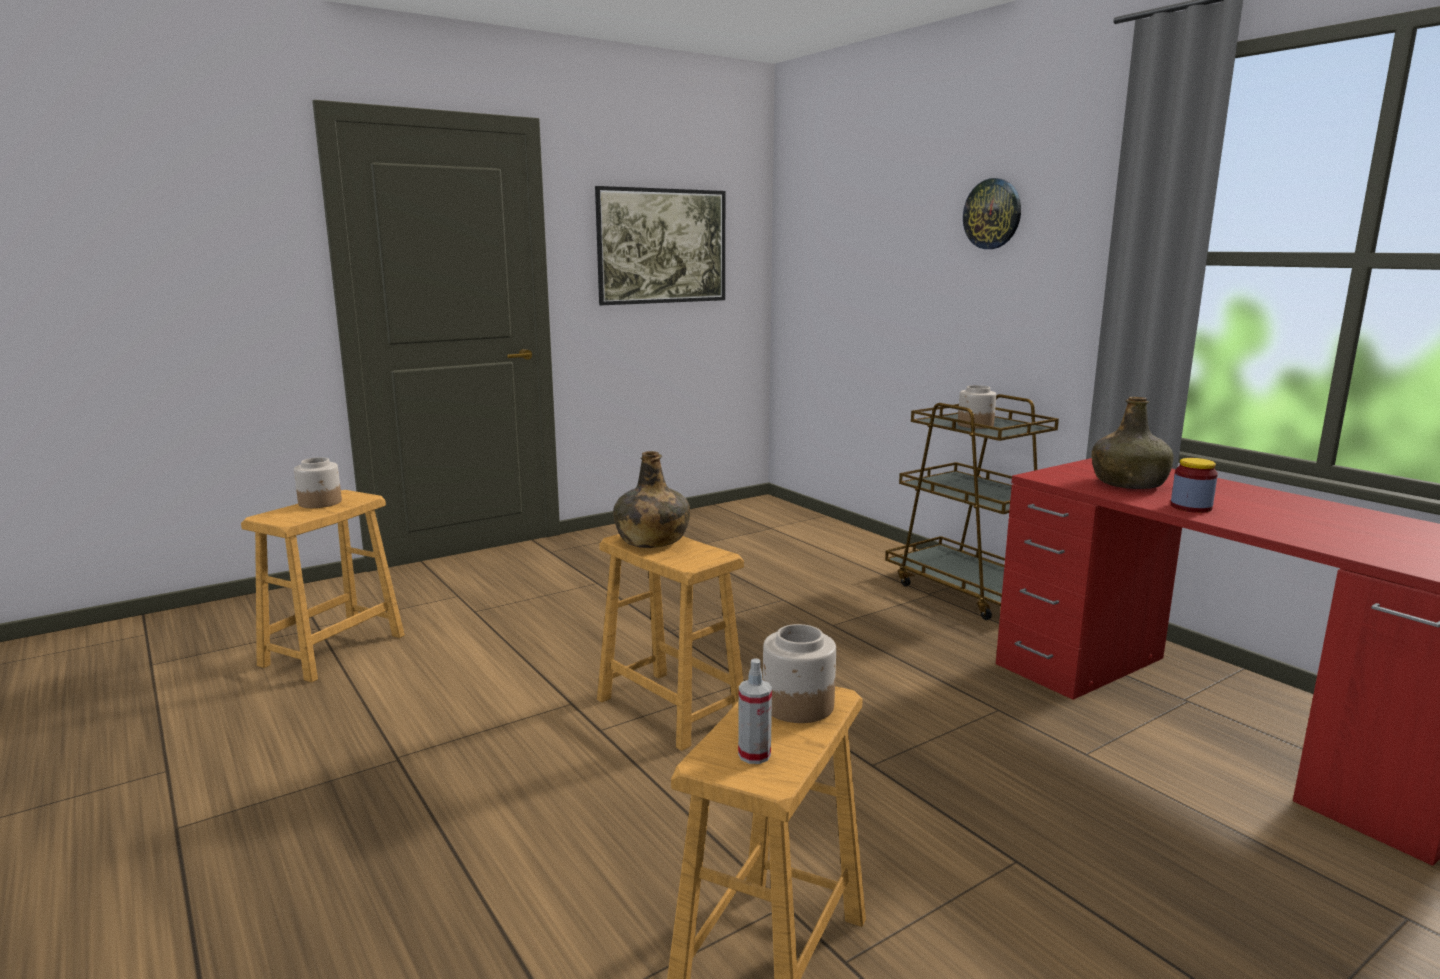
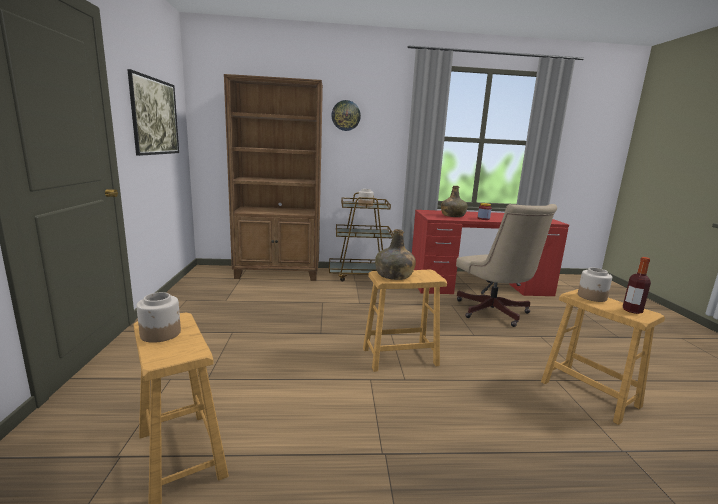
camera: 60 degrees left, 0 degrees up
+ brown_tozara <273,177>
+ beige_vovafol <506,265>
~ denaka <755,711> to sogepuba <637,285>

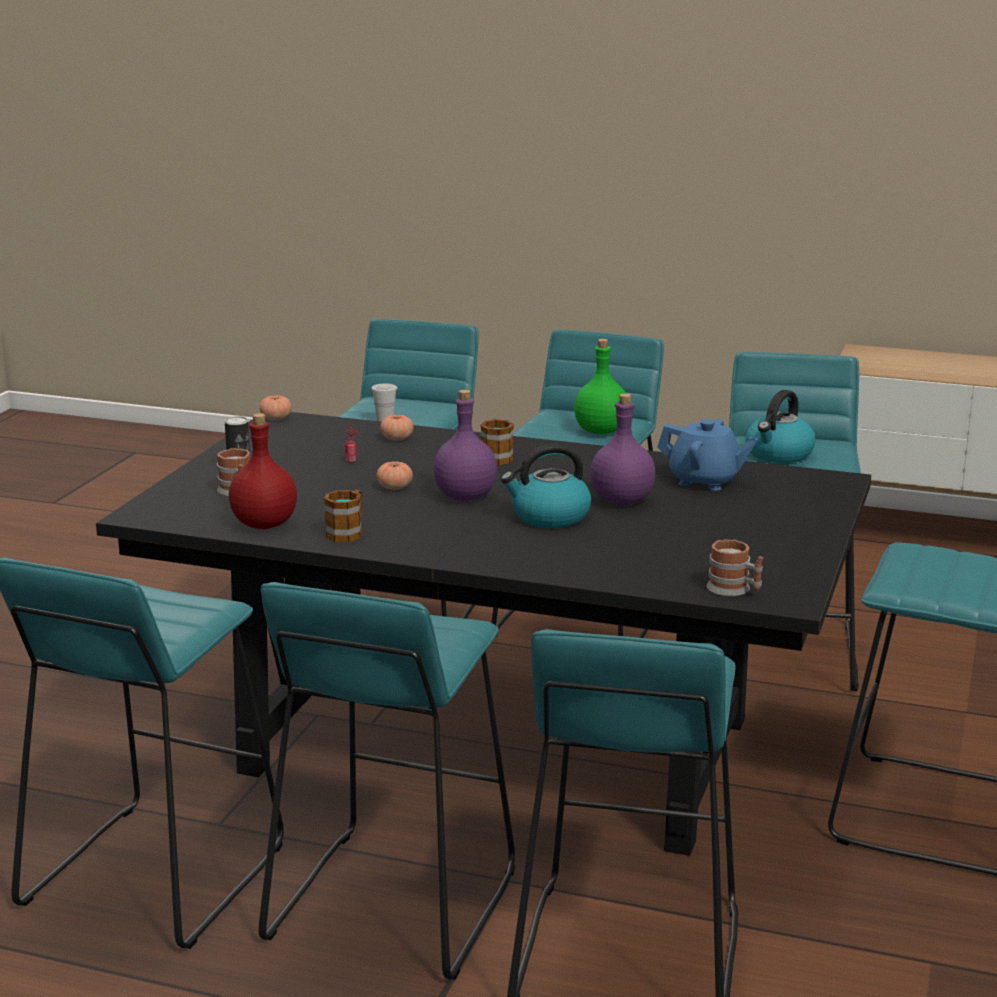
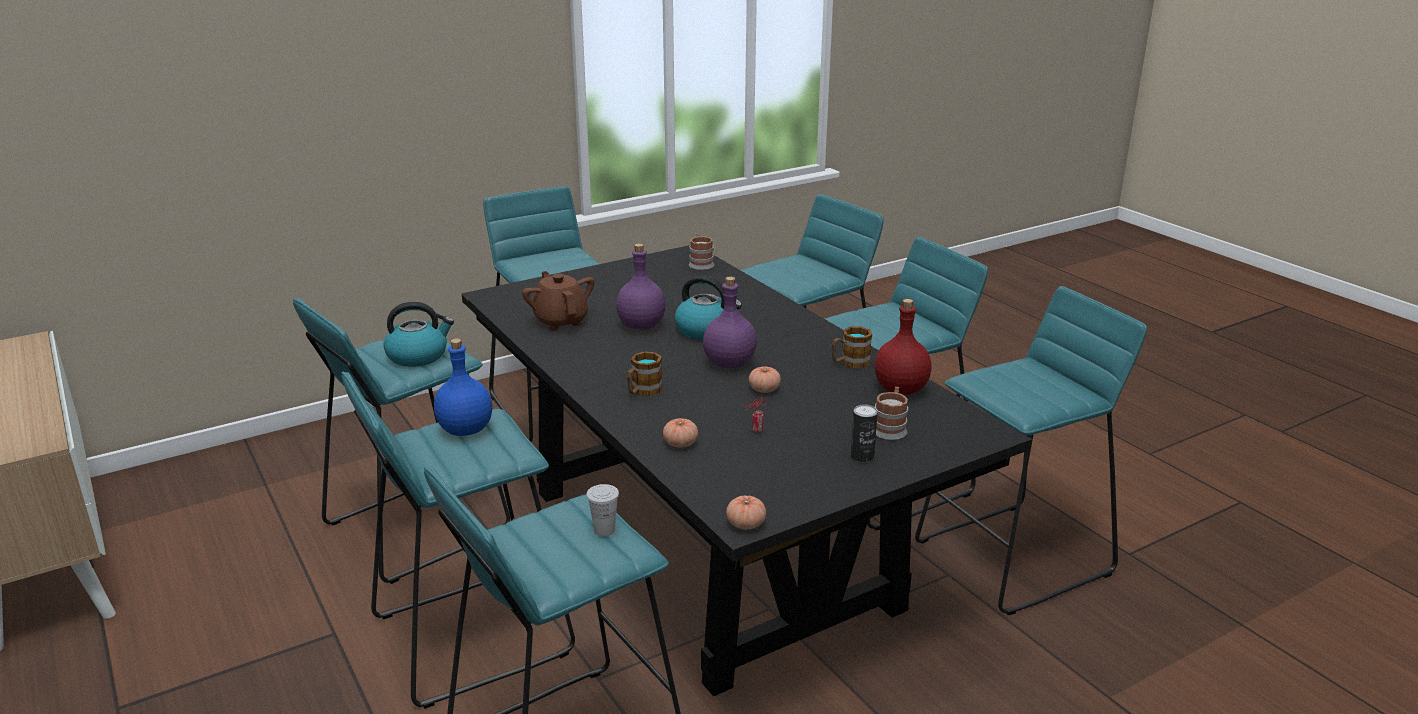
camera: 140 degrees left, 5 degrees up
~ green_sogepuba <600,387> to blue_sogepuba <463,387>
~ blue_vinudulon <708,455> to brown_vinudulon <558,301>

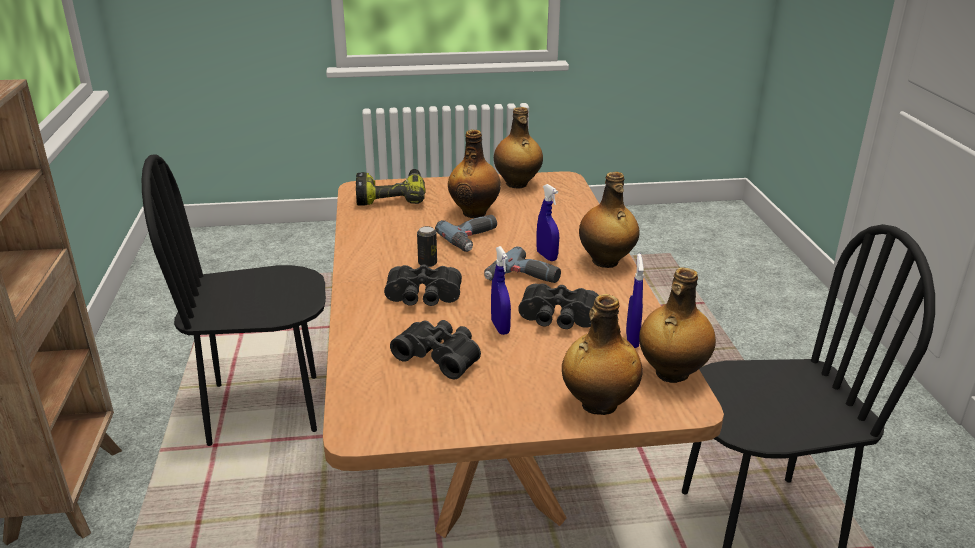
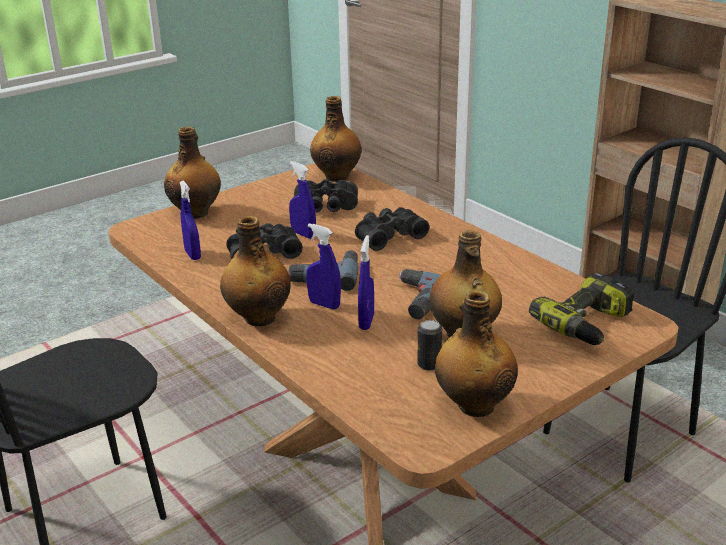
camera: 150 degrees right, 0 degrees up
~ sogepuba <677,325> to <335,139>
+ blue_denaka <366,282>
~ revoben <427,246> to <429,345>

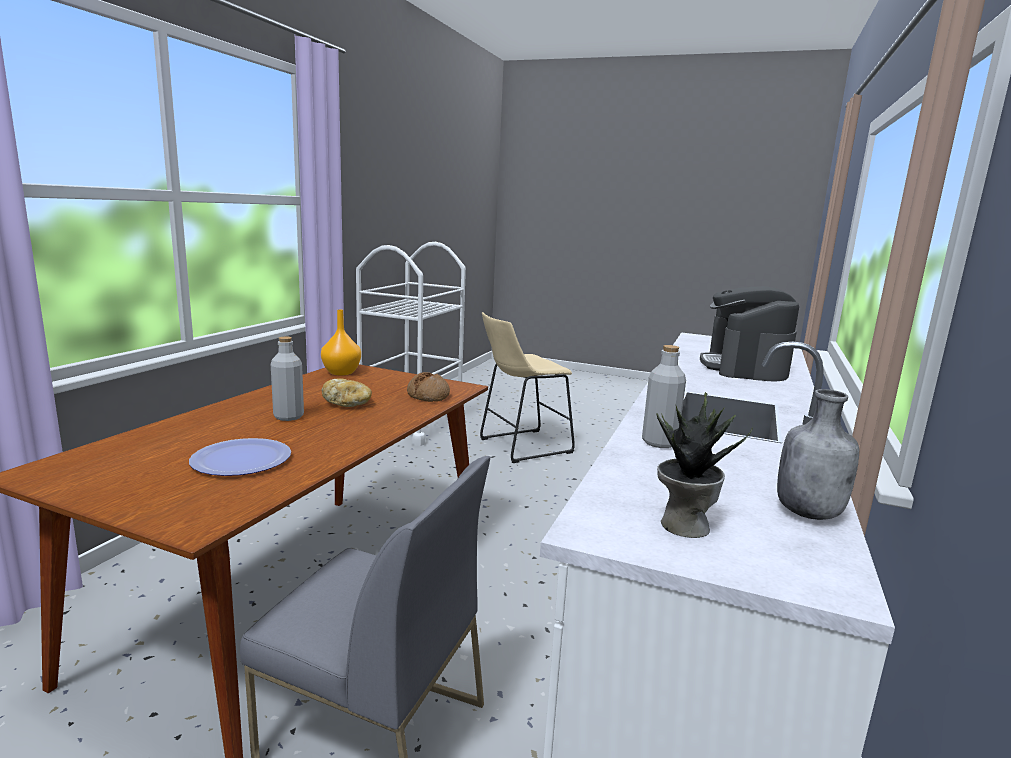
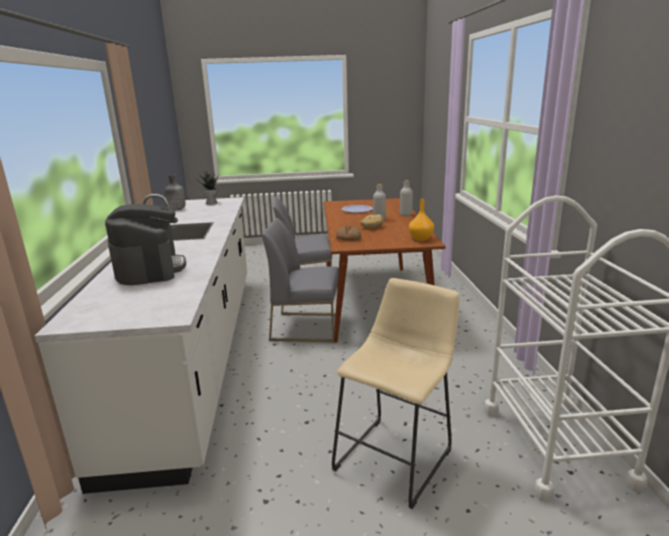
camera: 155 degrees right, 5 degrees up
+ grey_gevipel <300,280>
~ grey_sogepuba <664,396> to <406,198>

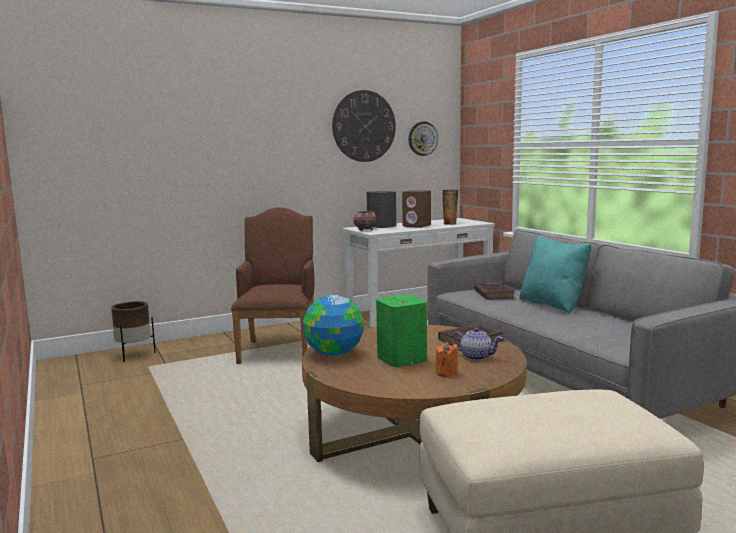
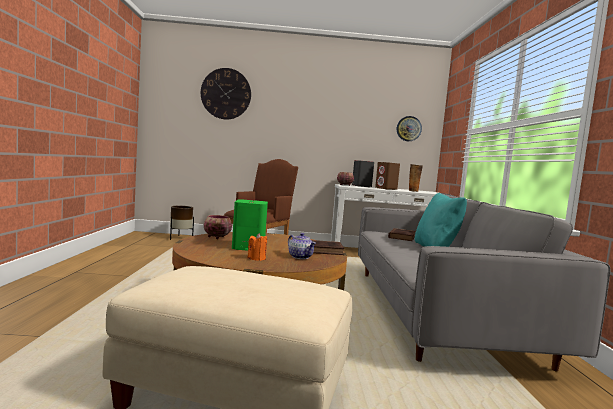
camera: 25 degrees right, 5 degrees down
~ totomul <364,126> to <226,93>
~ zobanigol <333,325> to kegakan <218,227>

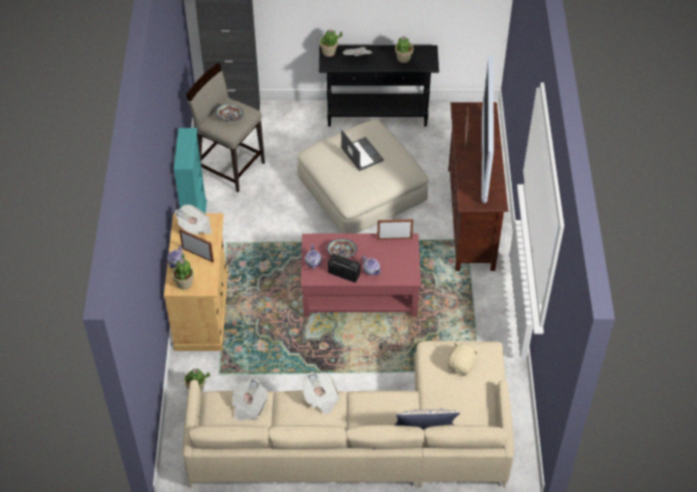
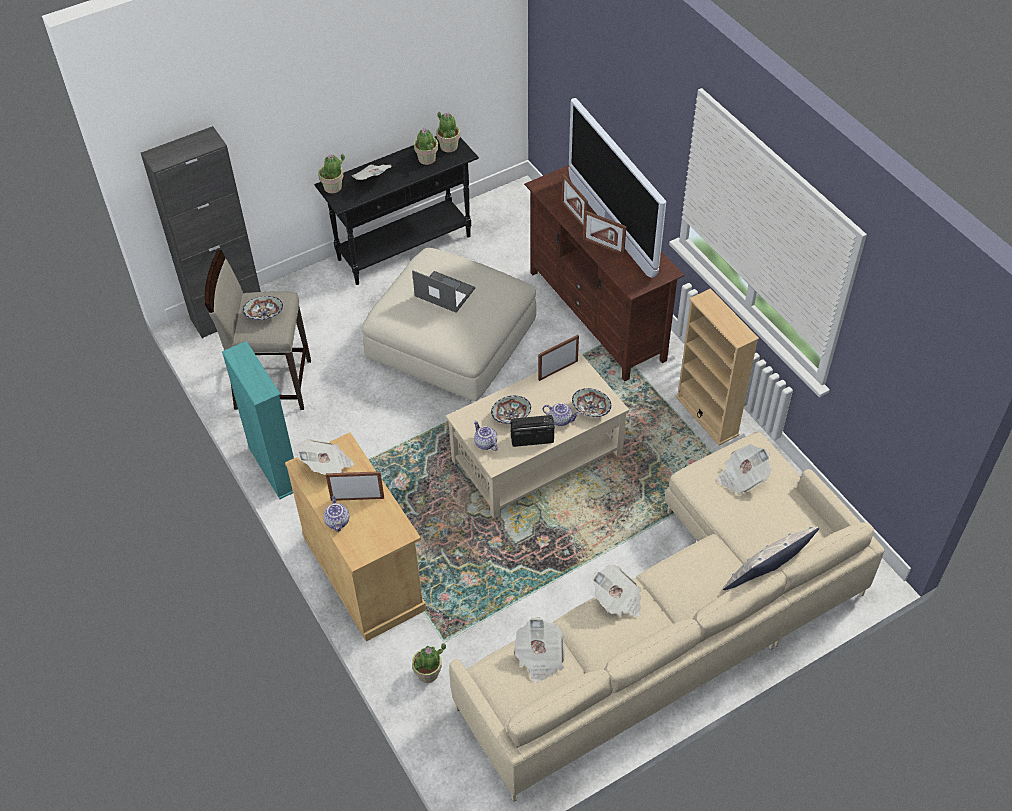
camera: 30 degrees left, 0 degrees up
~ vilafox <183,272> to <448,132>
~ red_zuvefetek <361,275> to beige_zuvefetek <537,435>
+ kegakan <591,402>
+ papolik <605,232>
+ beige_tozara <717,367>
~ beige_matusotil <463,359> to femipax <744,469>

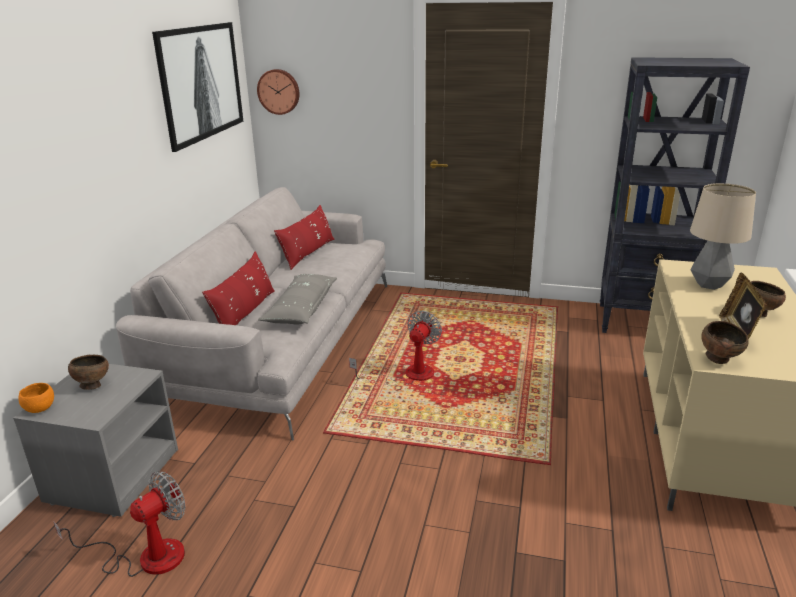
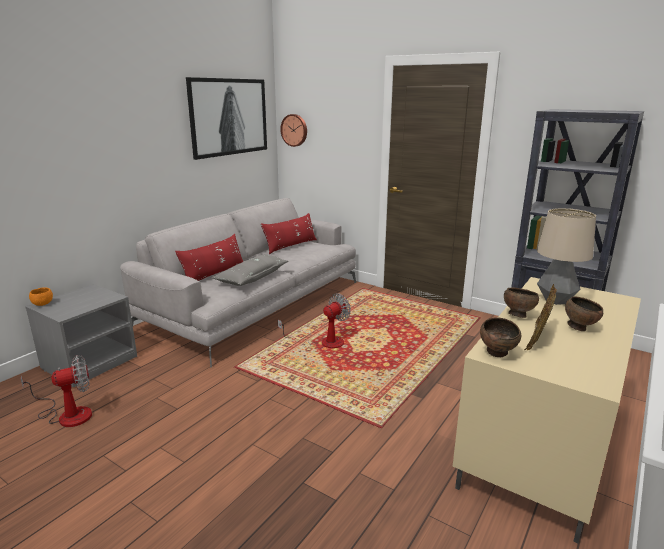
camera: 20 degrees right, 5 degrees down
~ brown_kegakan <88,372> to <521,303>

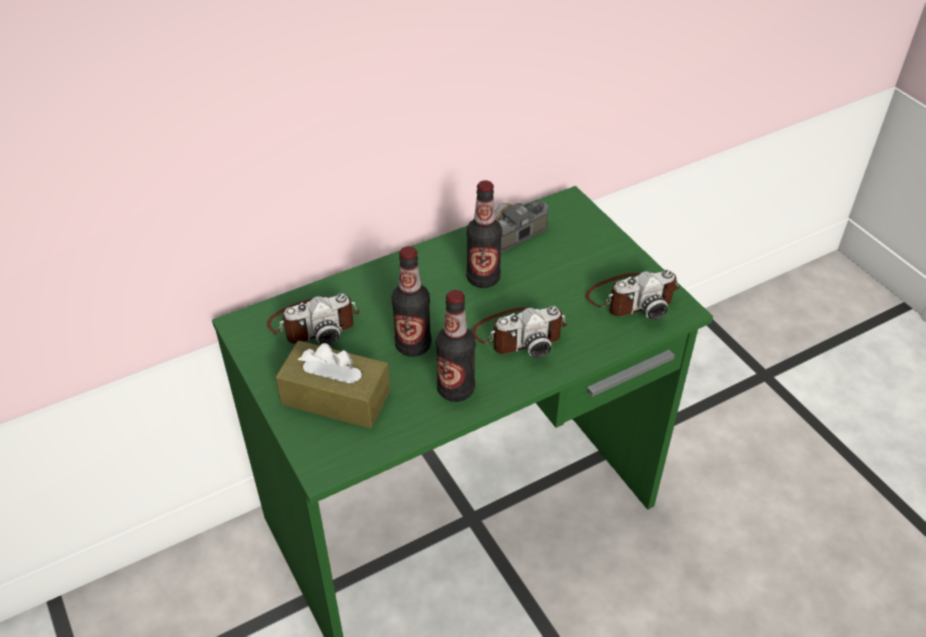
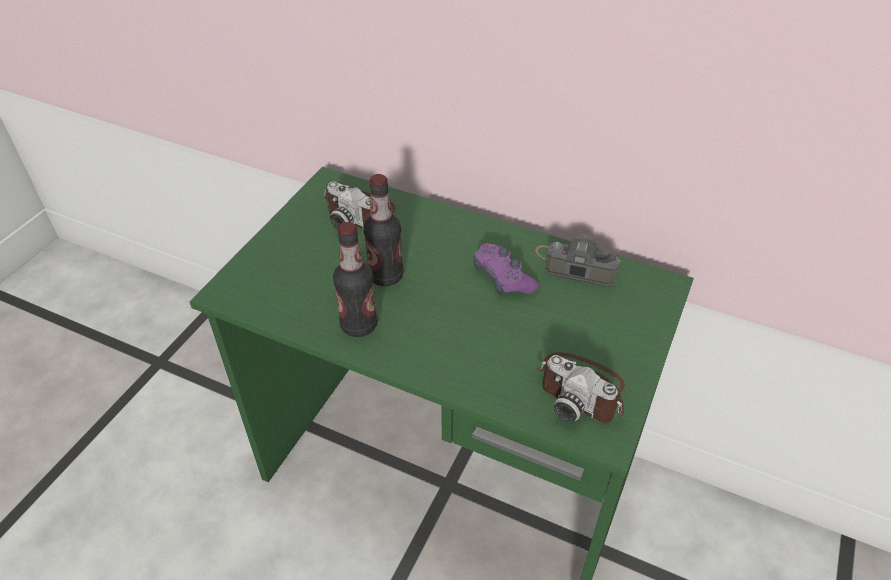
camera: 55 degrees right, 0 degrees up
~ sogepuba <484,234> to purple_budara <506,268>
- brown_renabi <333,384>
- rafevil <519,332>

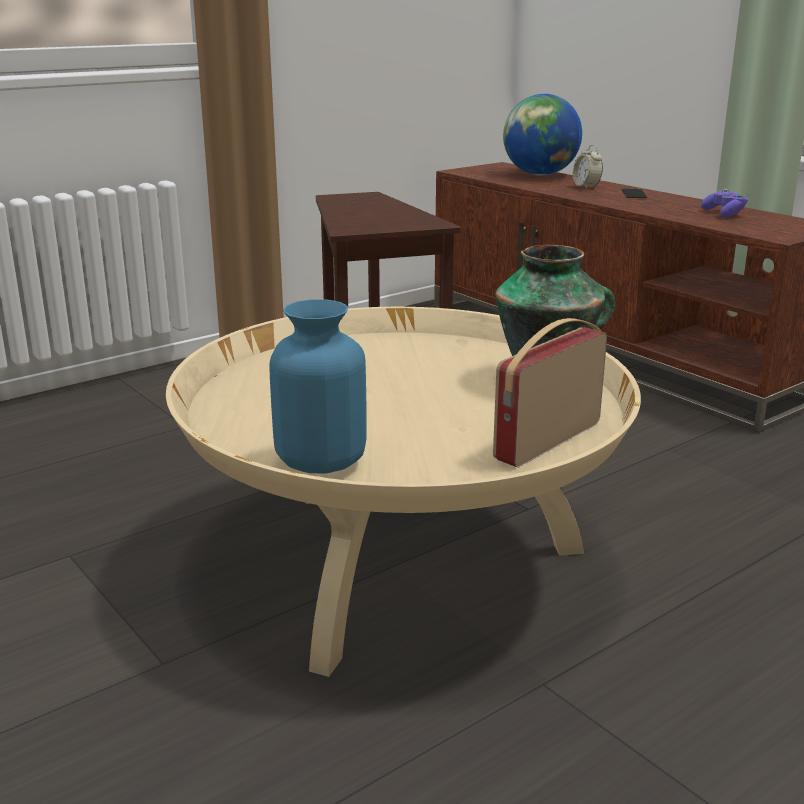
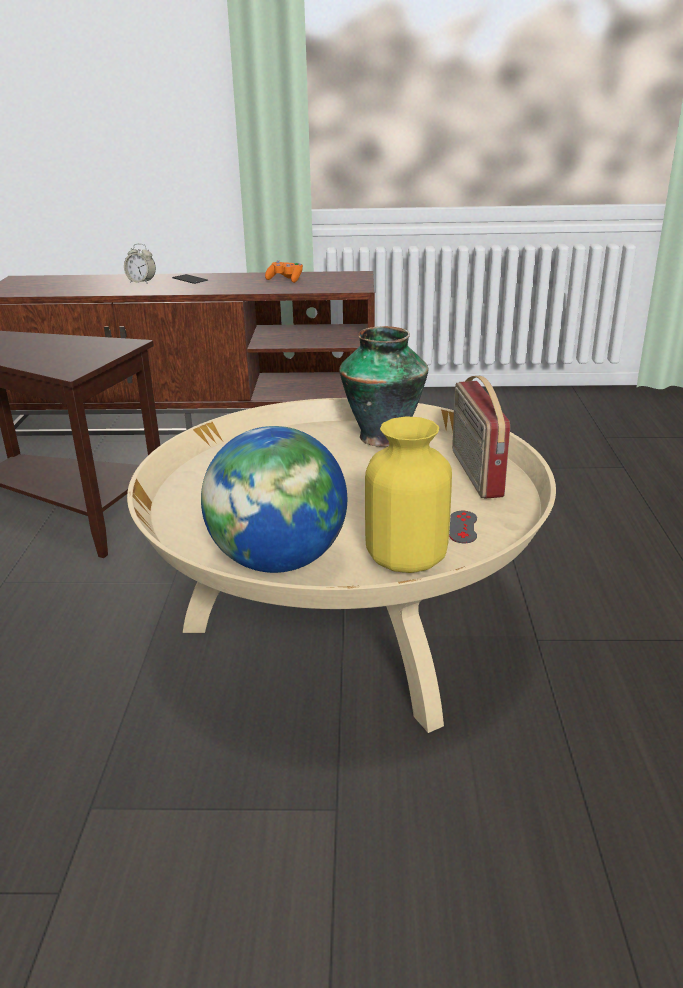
camera: 50 degrees left, 5 degrees up
~ zobanigol <542,134> to <274,499>
~ purple_budara <724,203> to orange_budara <284,271>
~ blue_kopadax <318,386> to yellow_kopadax <408,495>
+ grey_budara <463,527>

